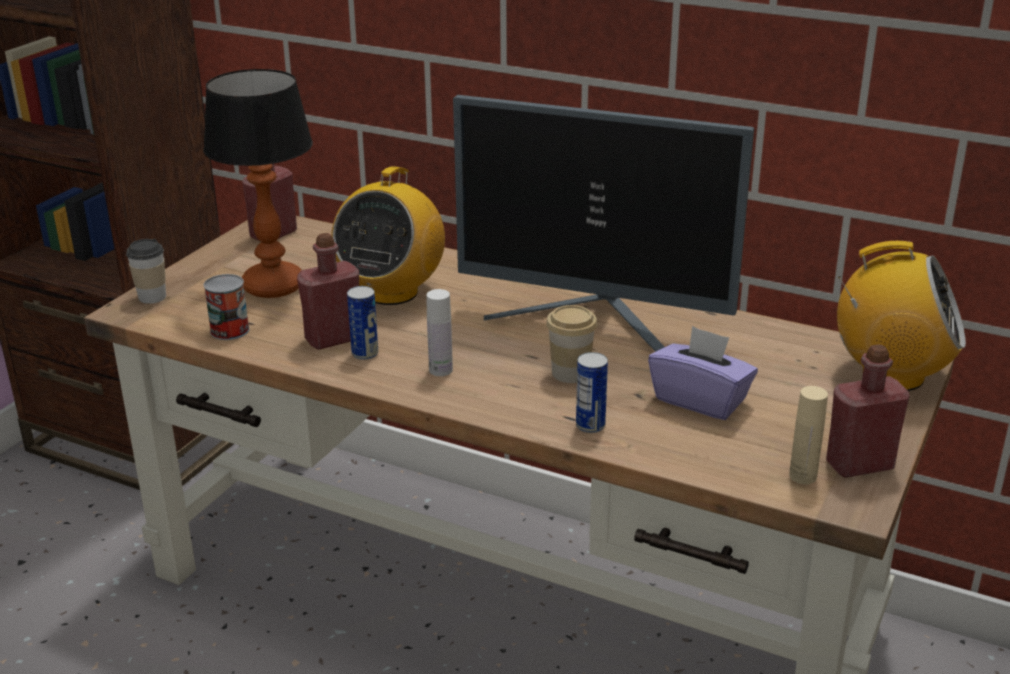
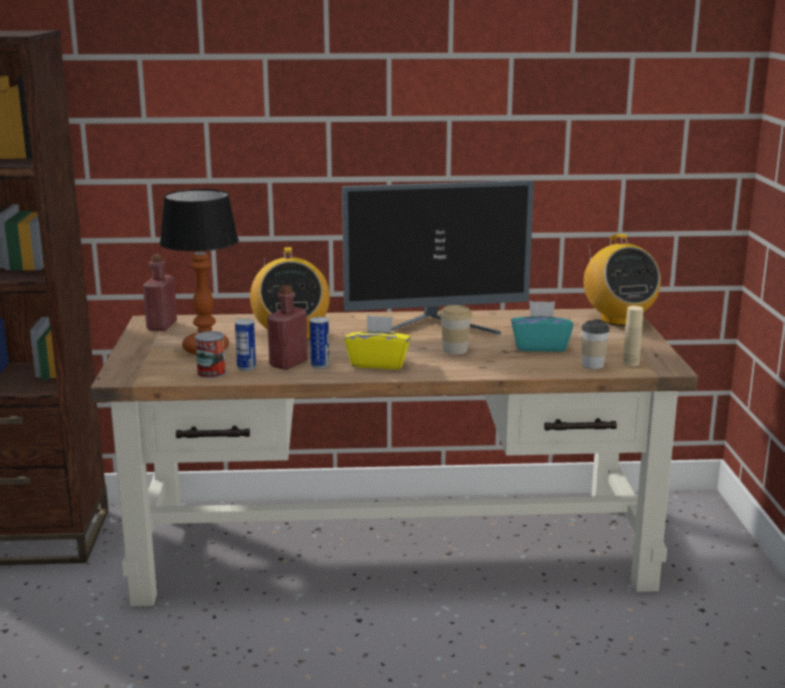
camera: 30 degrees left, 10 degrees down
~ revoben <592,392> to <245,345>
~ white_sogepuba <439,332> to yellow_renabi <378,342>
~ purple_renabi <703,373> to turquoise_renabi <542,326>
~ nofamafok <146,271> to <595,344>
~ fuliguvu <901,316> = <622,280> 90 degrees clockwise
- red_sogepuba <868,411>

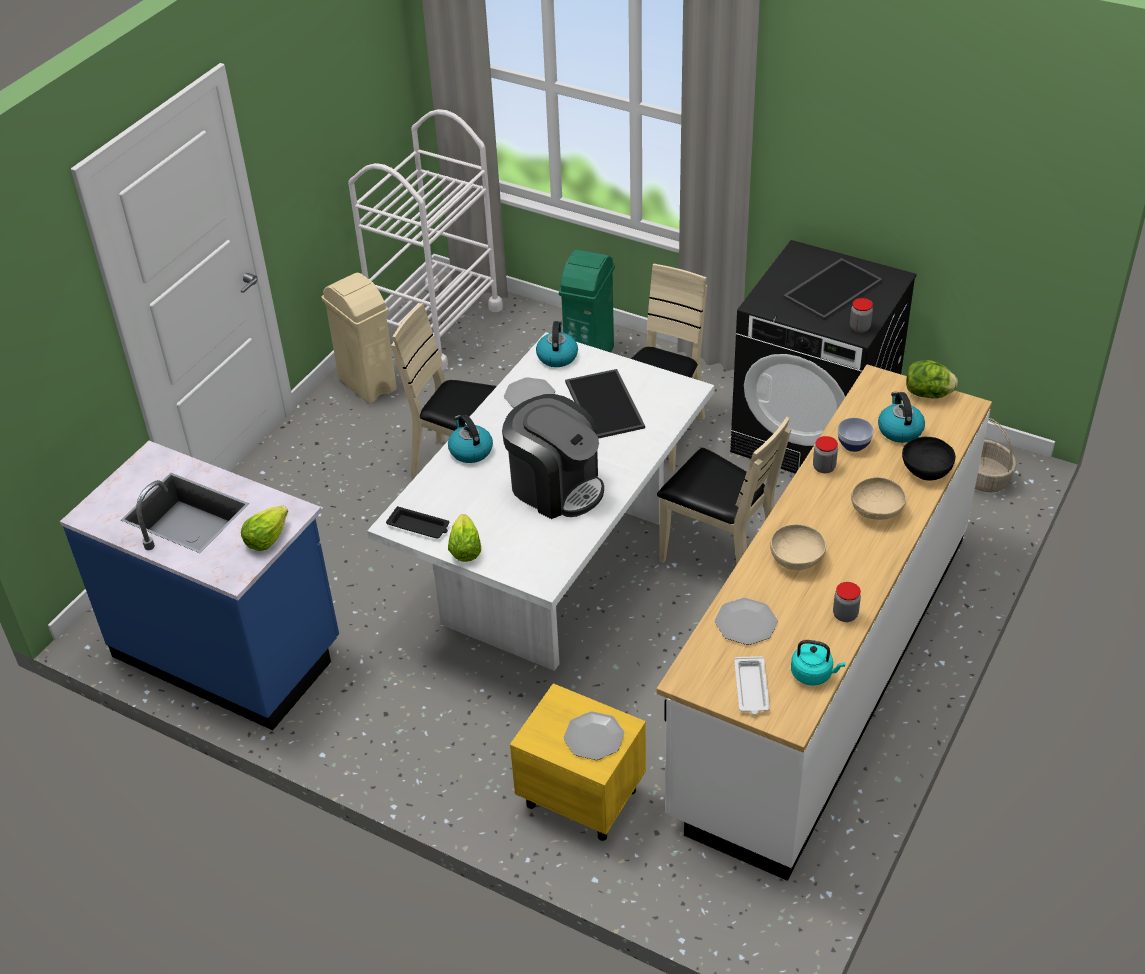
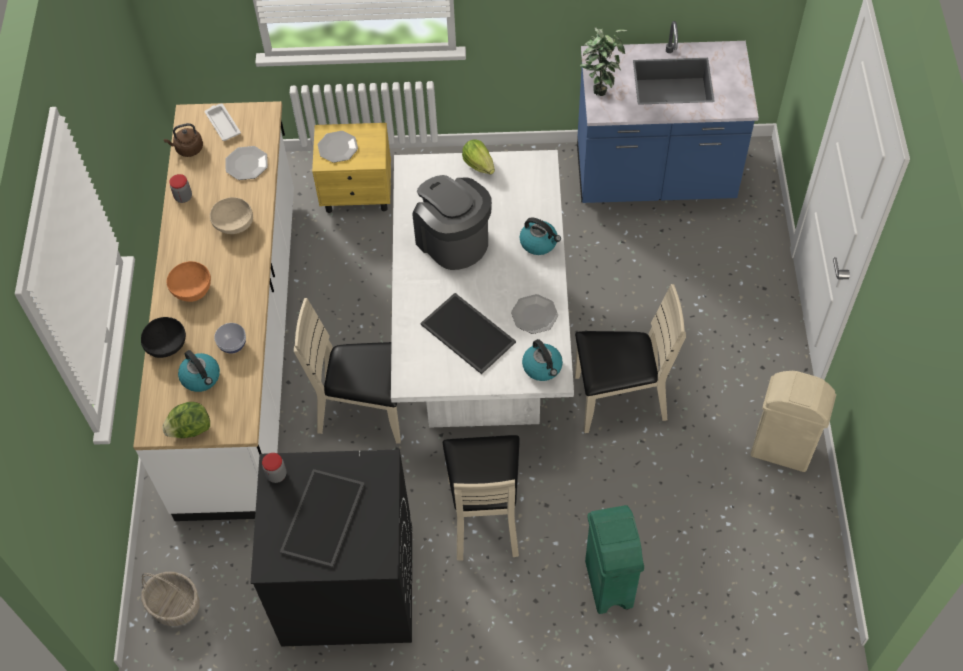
camera: 150 degrees right, 15 degrees up
~ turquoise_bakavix <818,663> to brown_bakavix <183,140>
~ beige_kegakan <878,498> to orange_kegakan <189,281>
~ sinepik <553,456> = <452,222> 45 degrees clockwise
~ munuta <264,528> to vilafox <603,61>
- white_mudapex <425,240>
- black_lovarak <417,522>
- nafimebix <825,454>

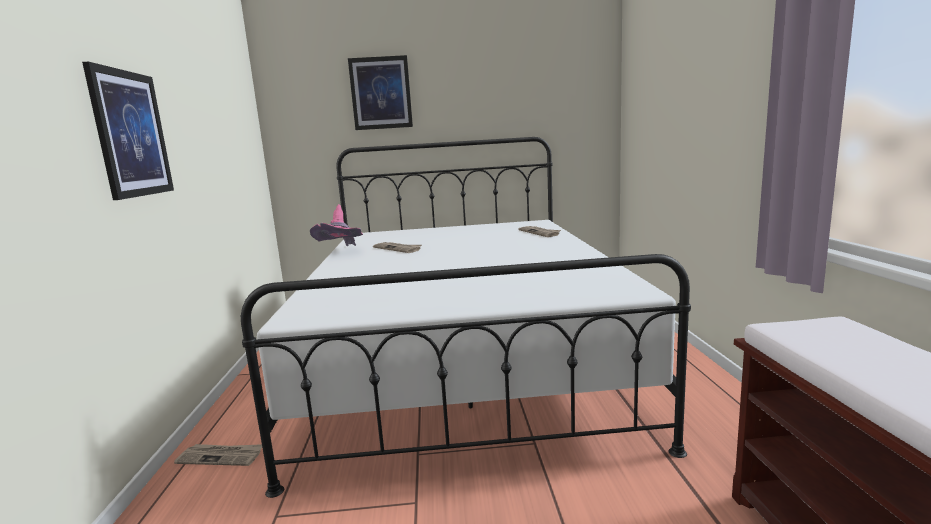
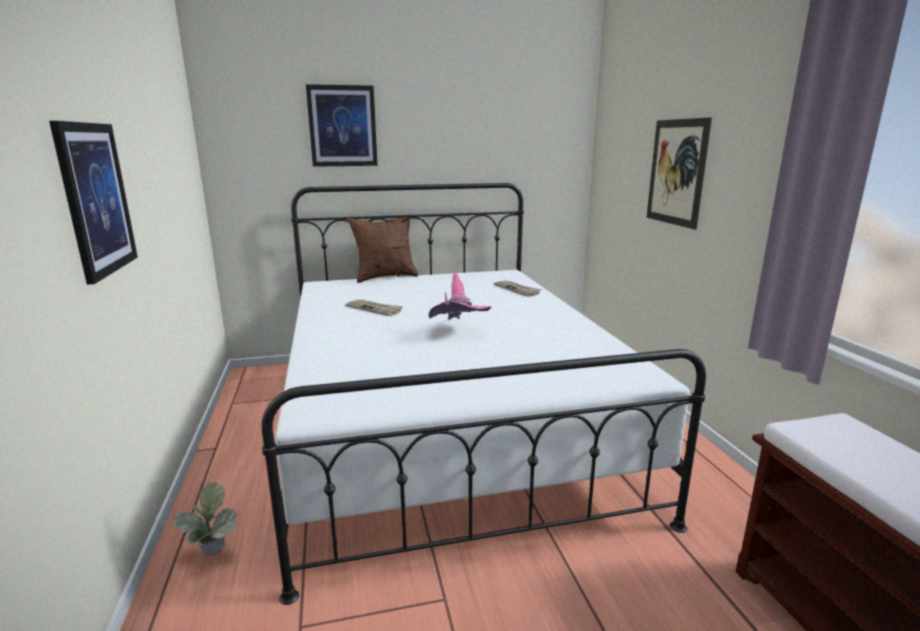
camera: 10 degrees left, 5 degrees up
~ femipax <218,455> to vilafox <205,519>
+ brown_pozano <383,248>
~ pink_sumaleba <336,225> to <460,296>
+ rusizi <679,173>

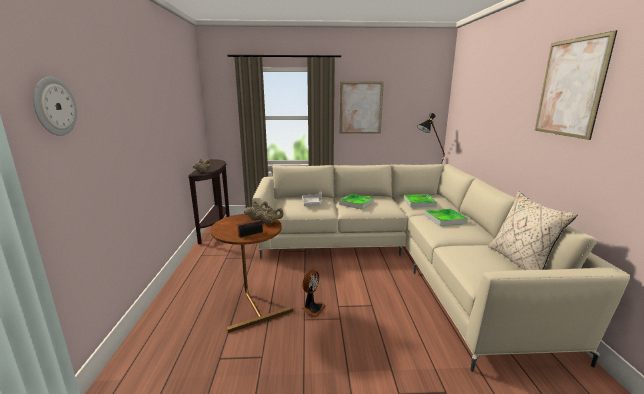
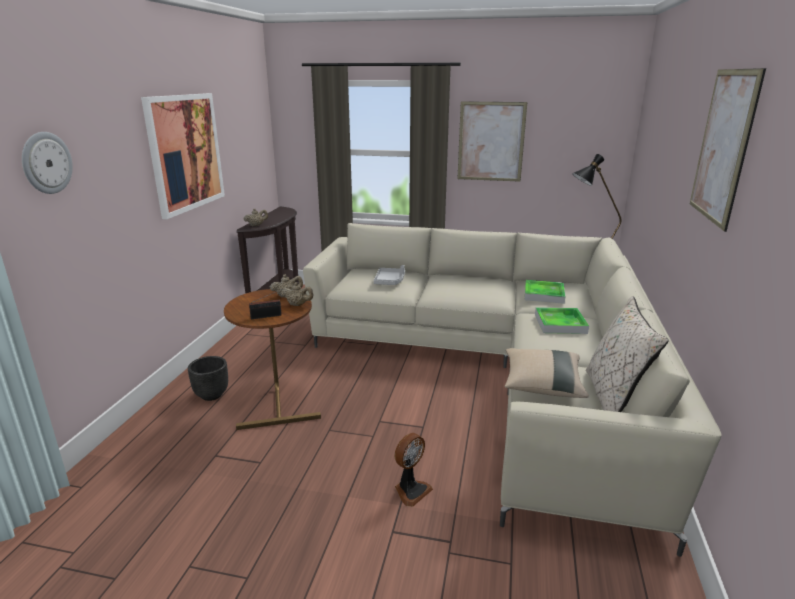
camera: 15 degrees right, 5 degrees up
+ rusizi <183,156>
+ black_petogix <208,378>
~ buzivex <314,294> to <413,470>
+ beige_pozano <547,373>
- lovarak <356,202>

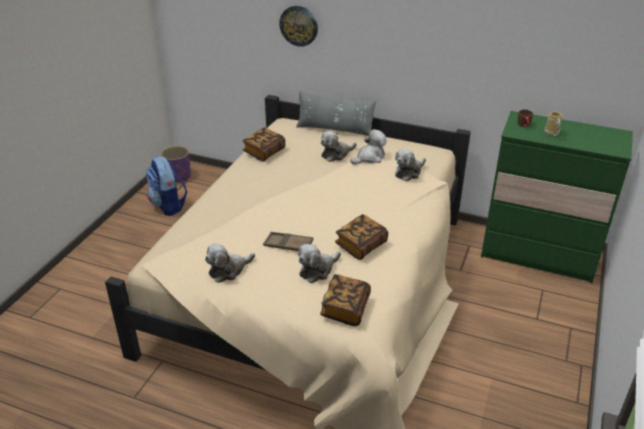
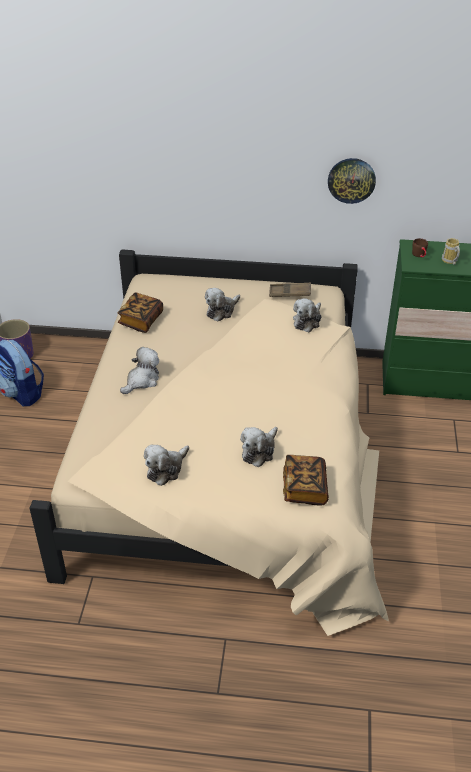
camera: 15 degrees left, 5 degrees up
~ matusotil <368,147> to <139,370>
~ brown_lovarak <288,241> to <290,290>
~ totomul <298,26> to <352,181>
- grey_pozano <336,113>
- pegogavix <361,237>

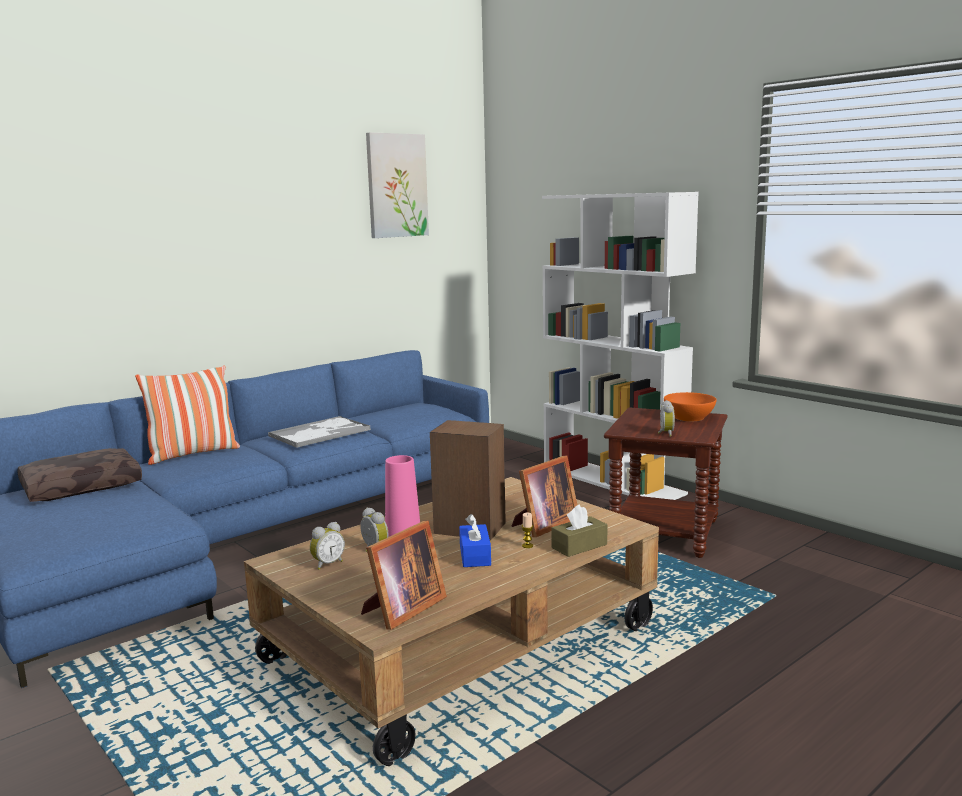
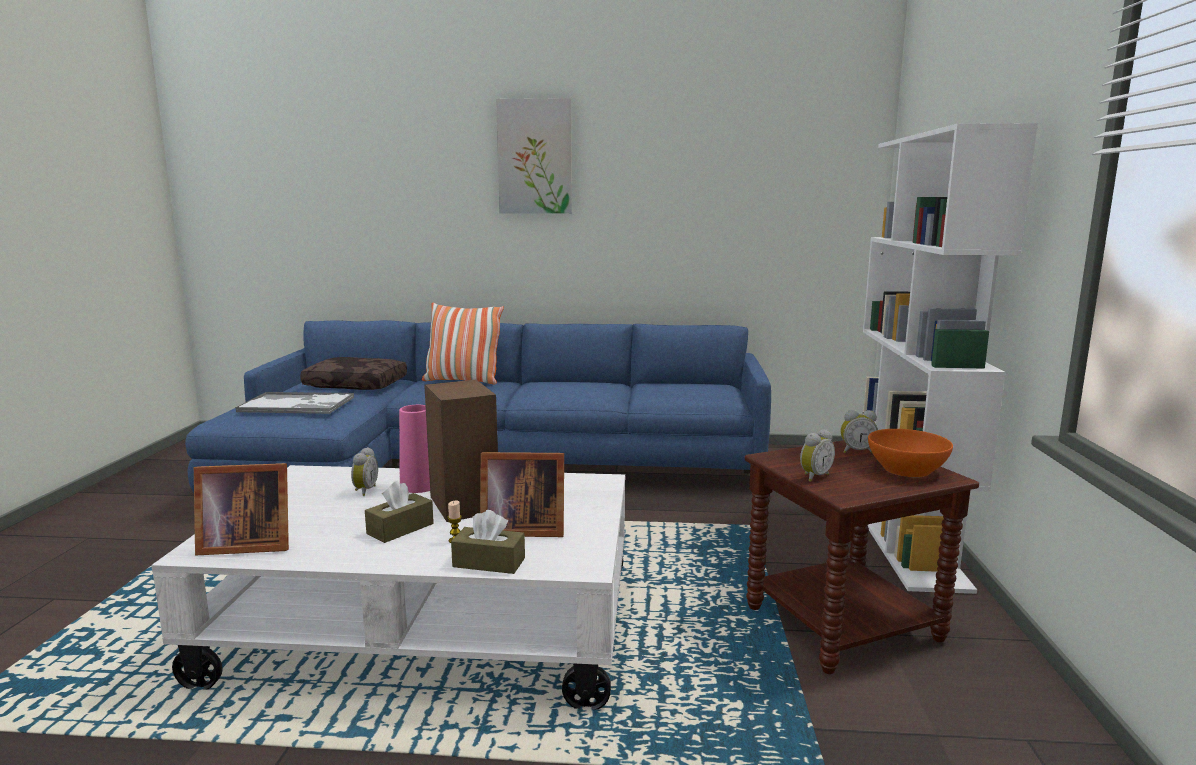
camera: 45 degrees right, 0 degrees up
~ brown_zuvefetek <451,621> to white_zuvefetek <388,587>
~ lovarak <319,432> to <294,403>
~ blue_renabi <475,540> to brown_renabi <399,511>
~ rusizi <397,185> to <534,156>
~ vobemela <327,546> to <859,432>

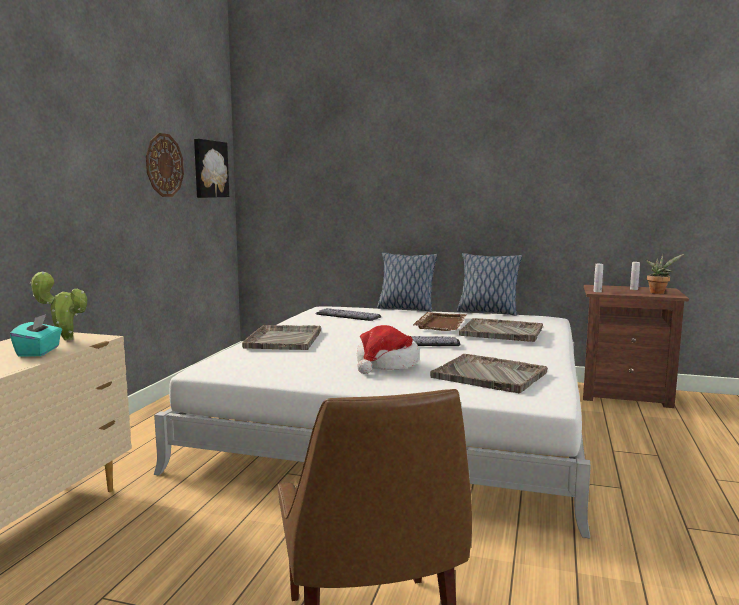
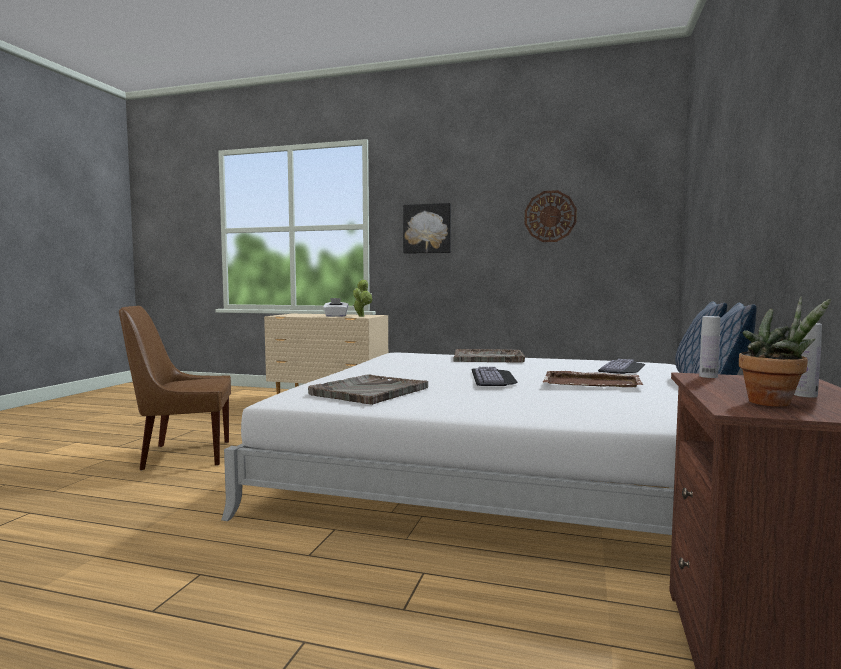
camera: 90 degrees right, 5 degrees down
~ turquoise_renabi <36,335> to white_renabi <336,307>
~ rusizi <211,168> to <427,228>
- sumaleba <388,349>
- grey_lovarak <501,330>

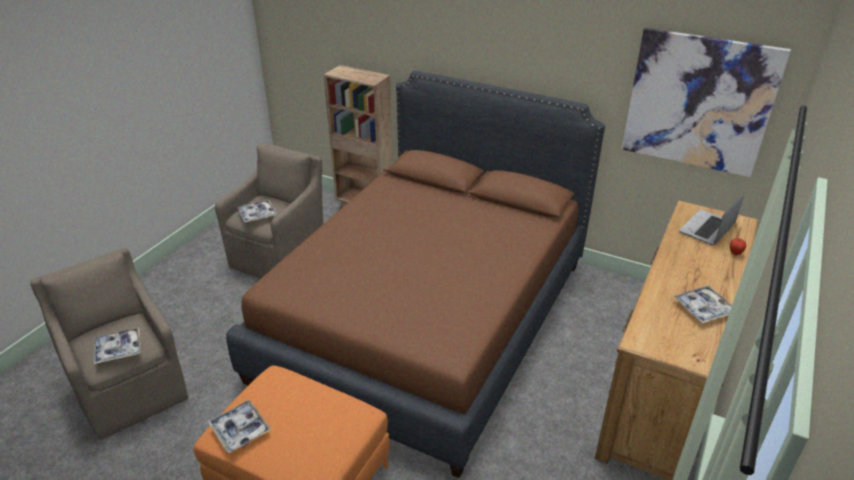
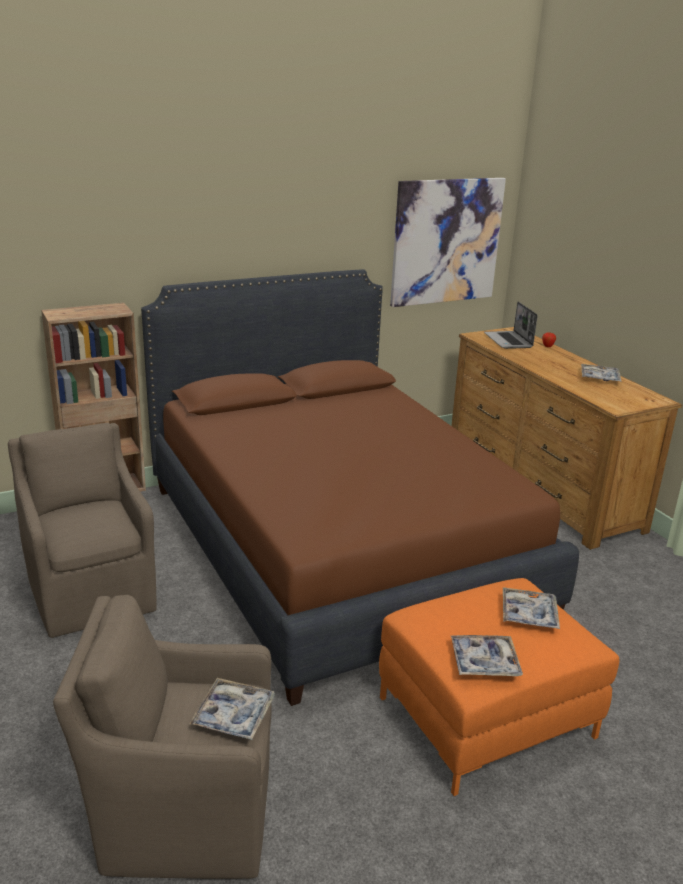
camera: 55 degrees left, 10 degrees down
~ lovarak <257,211> to <531,608>

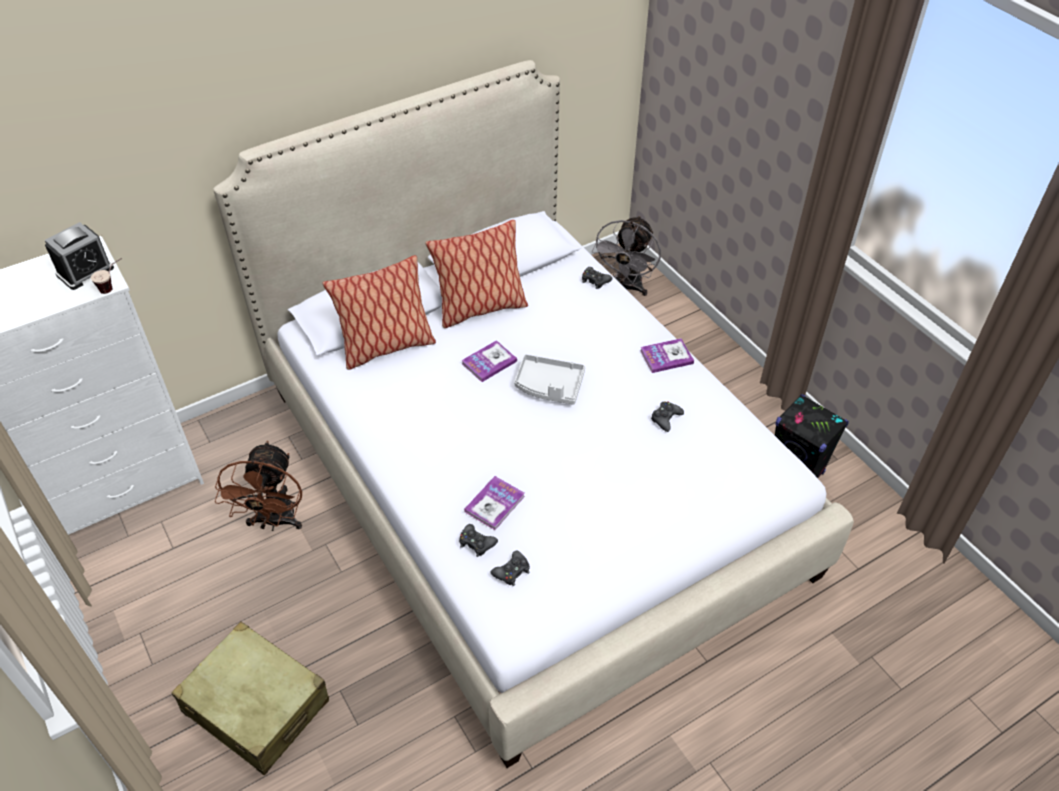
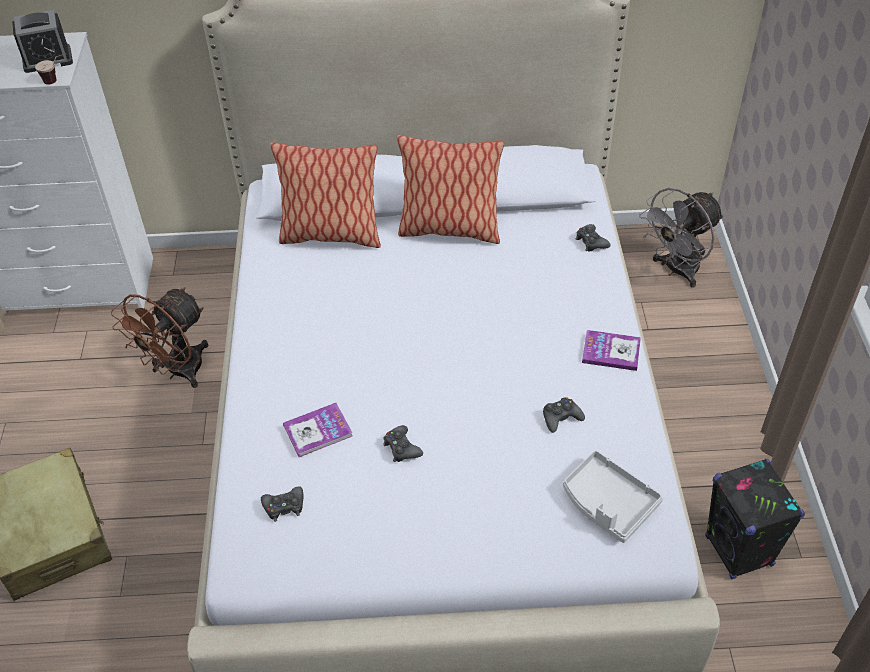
camera: 30 degrees right, 0 degrees up
~ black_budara <478,540> to <403,443>
~ grey_lovarak <549,379> to <613,496>
- pegogavix <489,361>

